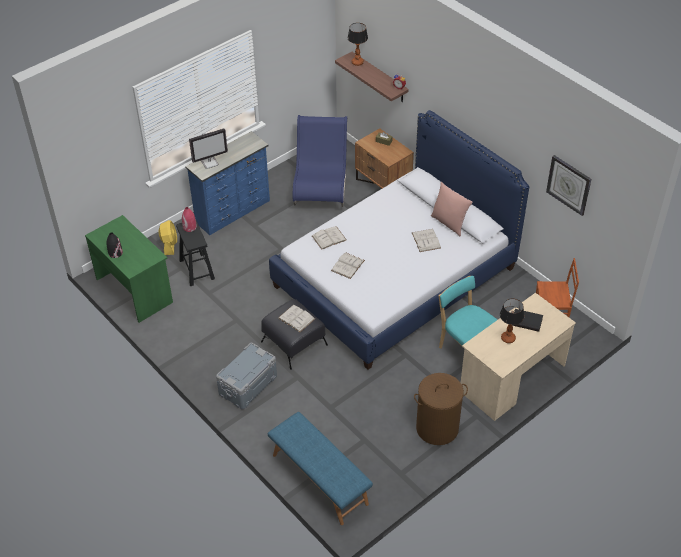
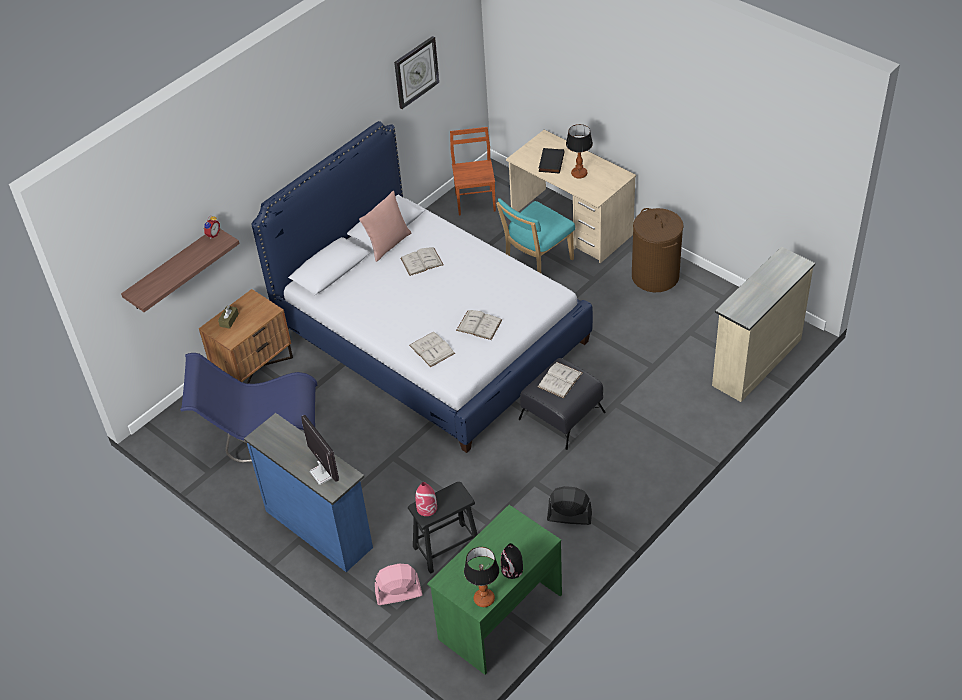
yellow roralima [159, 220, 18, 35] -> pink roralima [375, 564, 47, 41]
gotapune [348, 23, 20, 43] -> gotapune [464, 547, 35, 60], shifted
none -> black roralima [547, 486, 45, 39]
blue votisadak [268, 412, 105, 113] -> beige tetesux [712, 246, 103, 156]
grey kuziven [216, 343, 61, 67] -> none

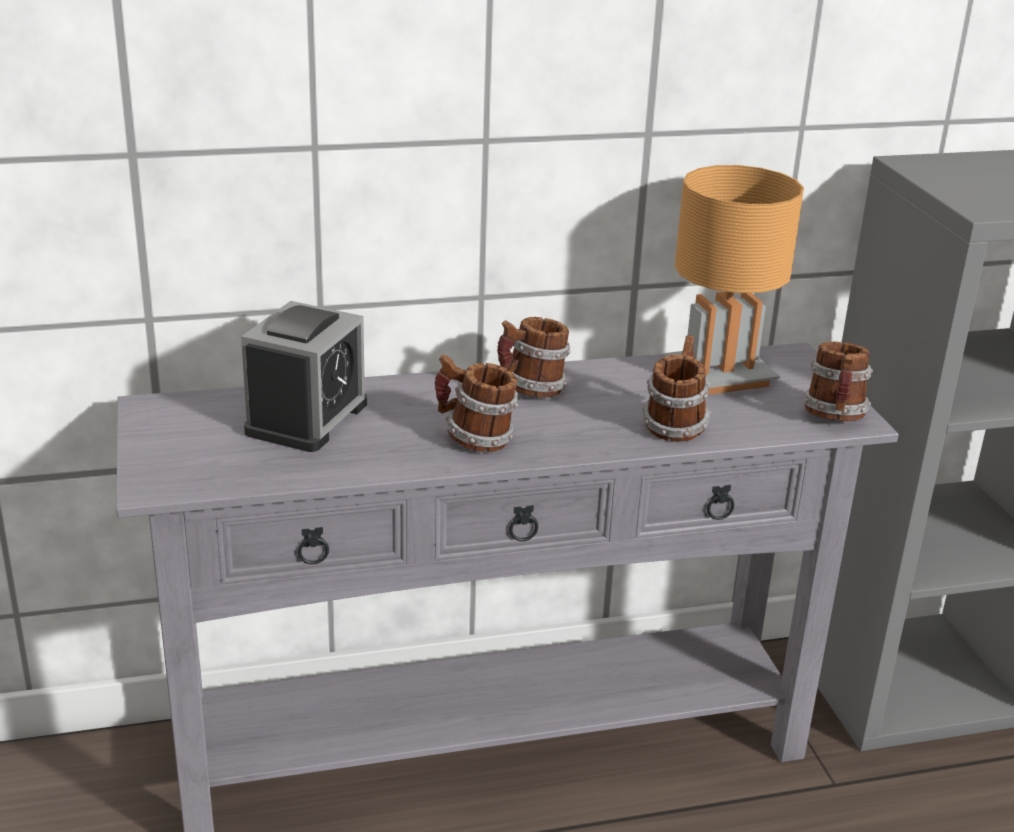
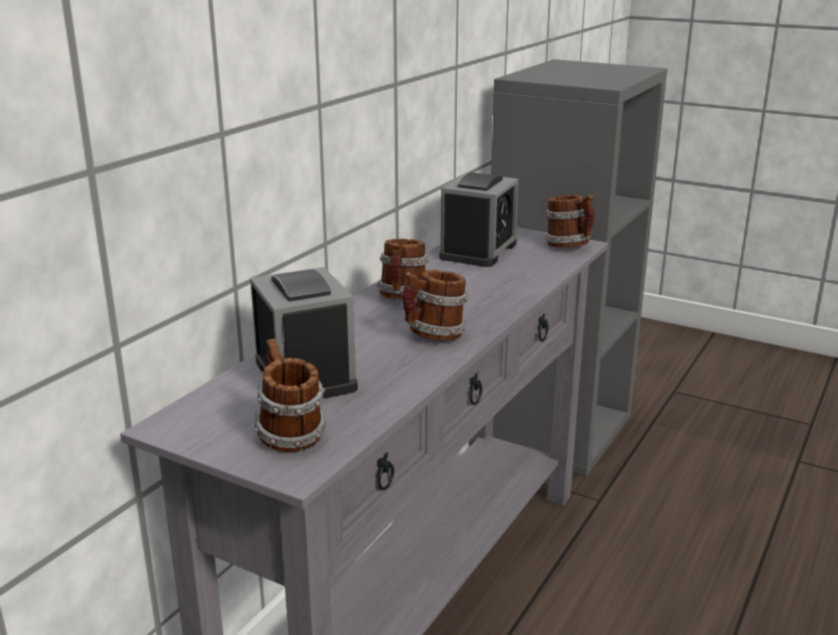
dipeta [642, 335, 69, 107] -> dipeta [255, 339, 72, 113], shifted
brown gotapune [663, 165, 141, 230] -> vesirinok [439, 172, 79, 95]

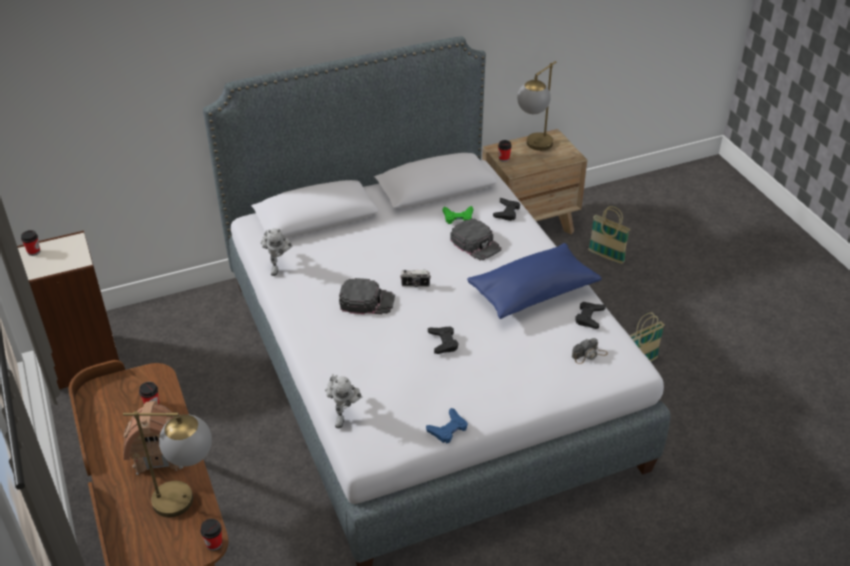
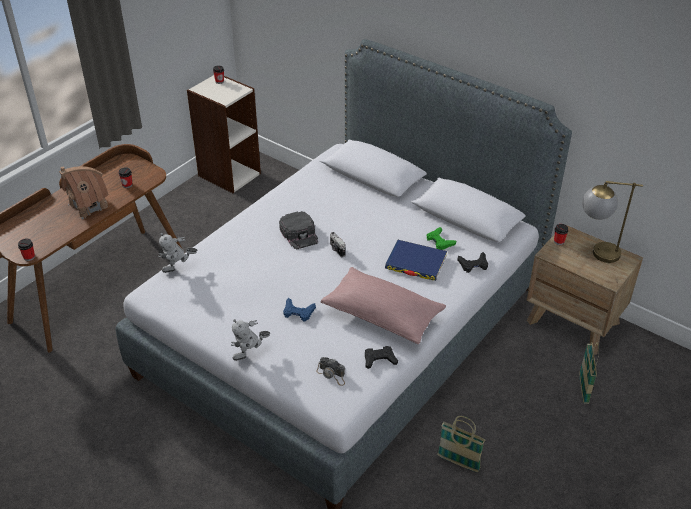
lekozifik [261, 228, 32, 48] -> lekozifik [231, 319, 39, 42], shifted
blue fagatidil [426, 408, 42, 35] -> blue fagatidil [283, 298, 33, 23], shifted
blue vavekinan [467, 243, 134, 76] -> pink vavekinan [320, 267, 126, 78]
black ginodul [450, 218, 51, 43] -> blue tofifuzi [385, 240, 62, 41]
gotapune [123, 411, 89, 106] -> none
black fagatidil [428, 326, 30, 28] -> none

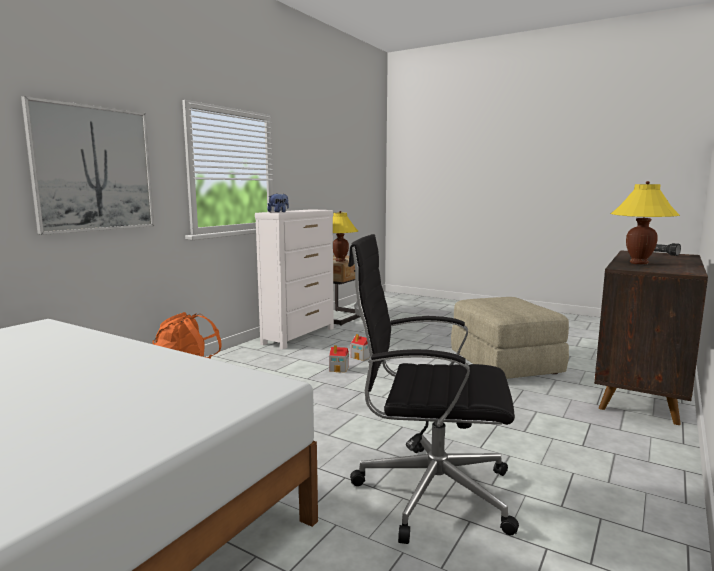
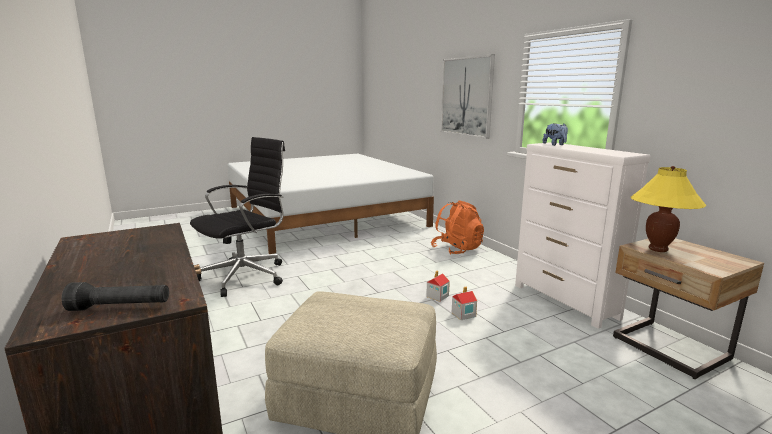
yellow gotapune [611, 181, 69, 84] -> none

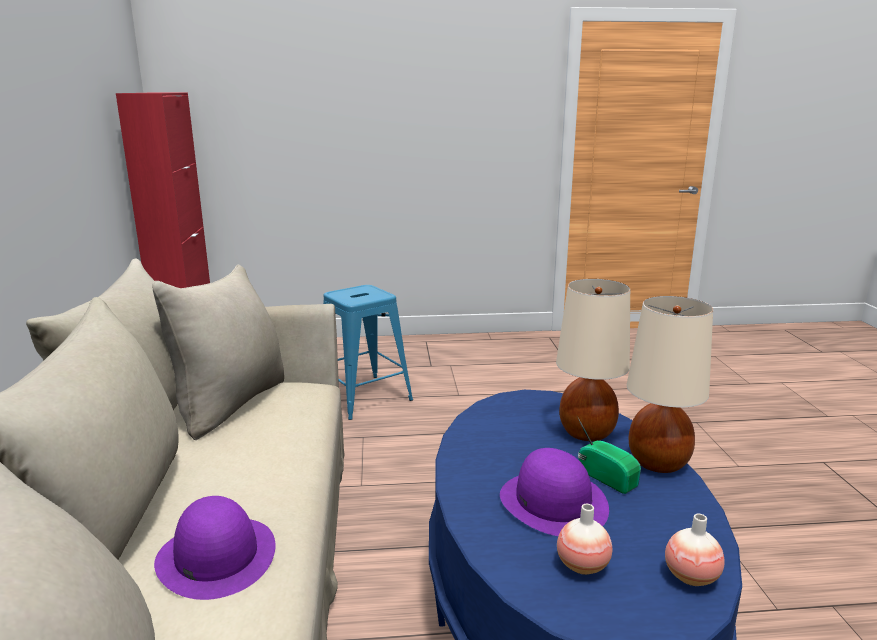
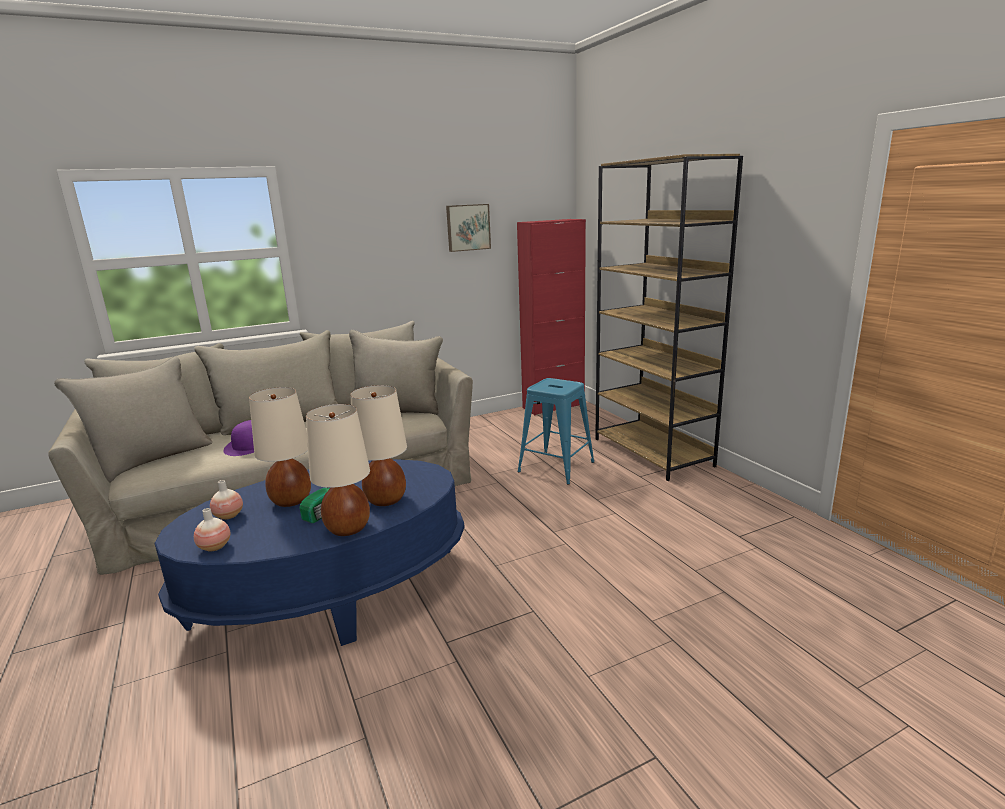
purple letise [500, 448, 109, 88] -> beige gotapune [249, 387, 62, 120]
none -> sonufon [446, 204, 45, 48]
none -> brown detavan [595, 154, 148, 327]

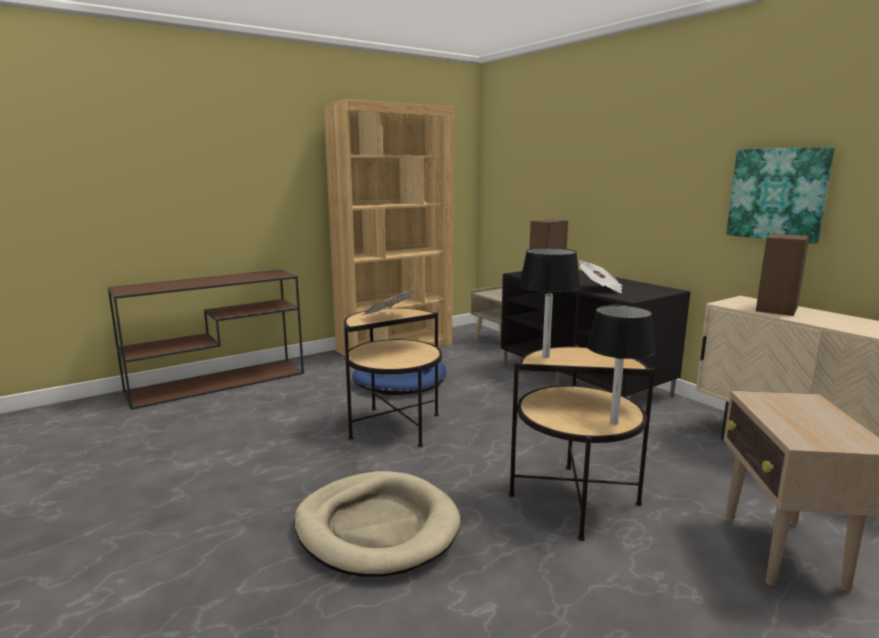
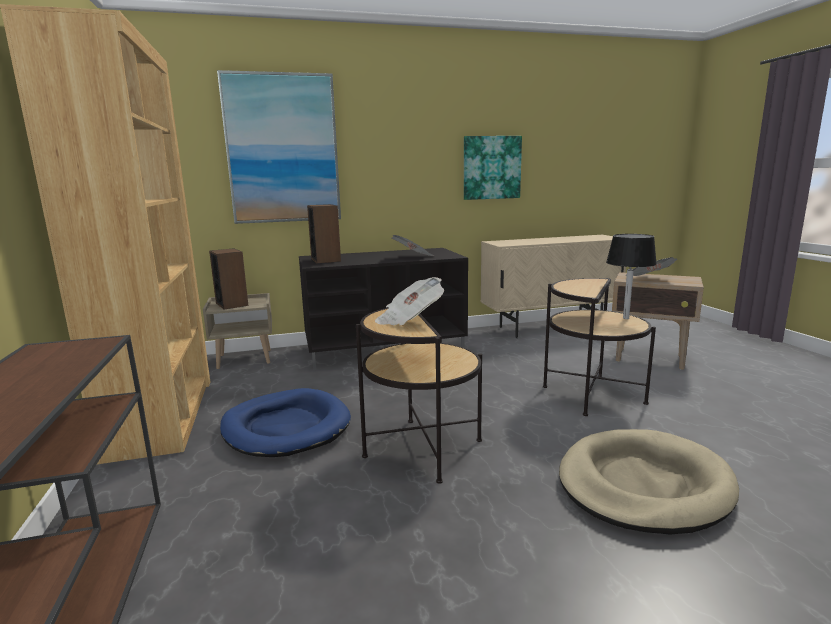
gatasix [756, 234, 54, 82] -> gatasix [209, 248, 39, 61], shifted
none -> sonufon [217, 70, 124, 154]
none -> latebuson [625, 257, 52, 19]
black gotapune [519, 248, 62, 110] -> none

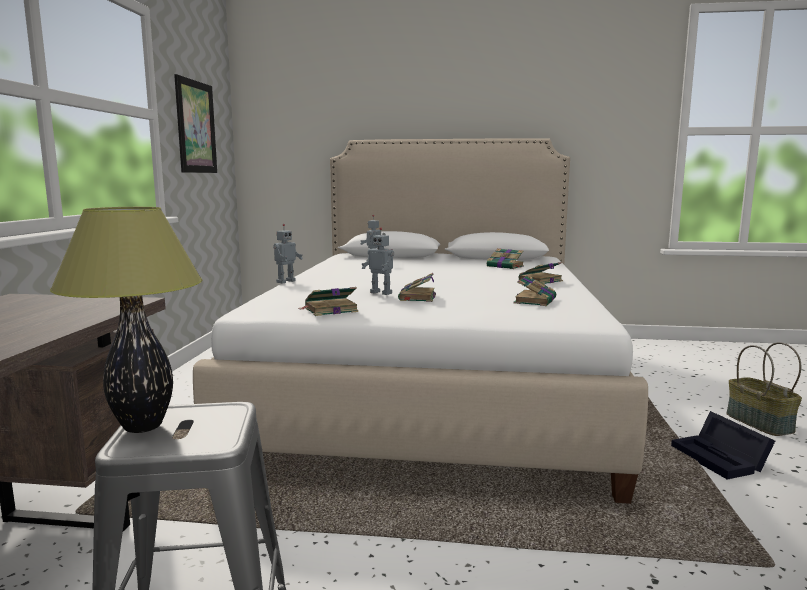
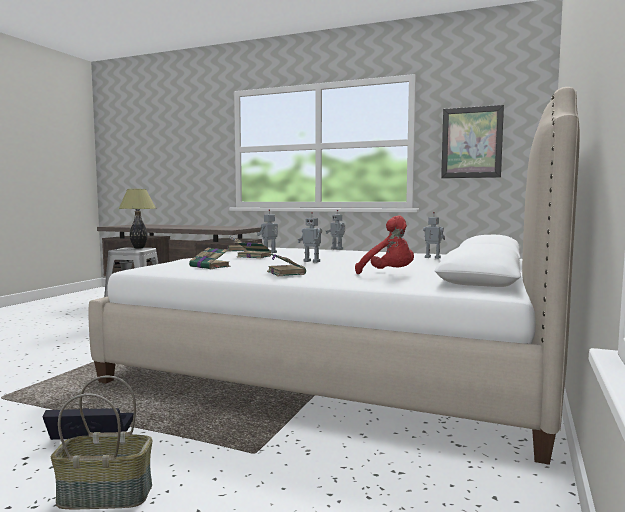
none -> lekozifik [298, 212, 24, 51]
tofifuzi [487, 248, 37, 21] -> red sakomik [355, 215, 59, 59]

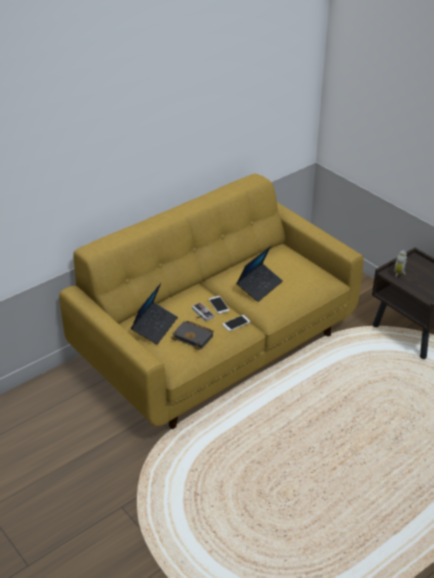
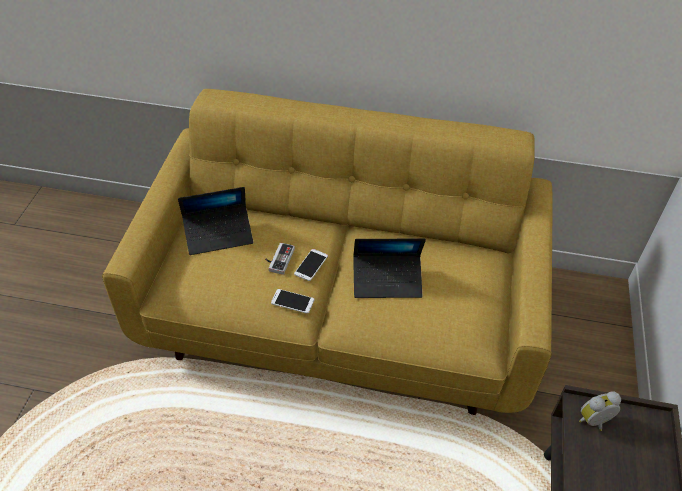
black tofifuzi [172, 321, 42, 29] -> none

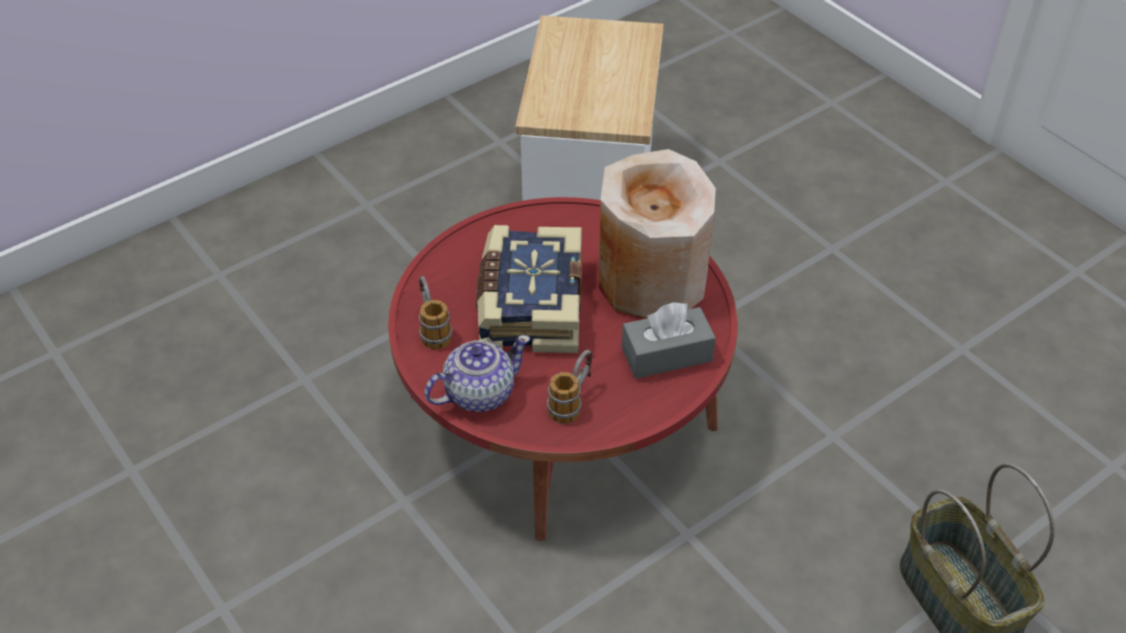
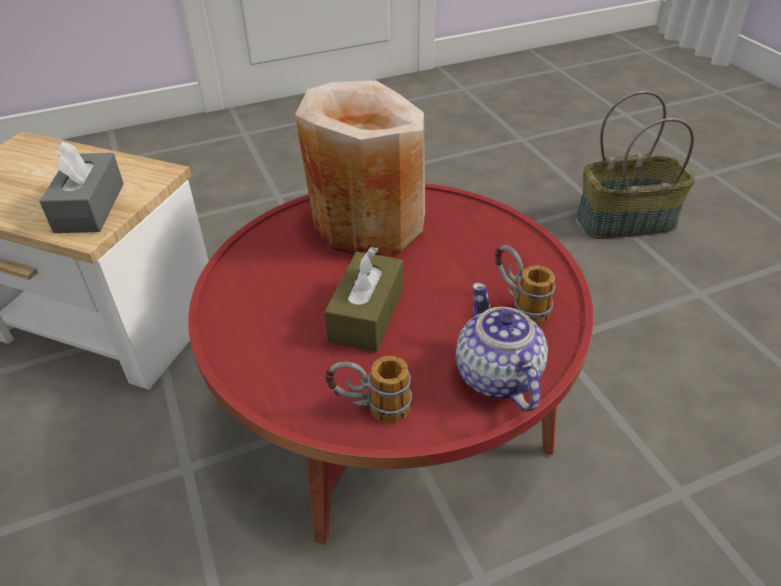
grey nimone [621, 302, 95, 77] -> grey nimone [39, 141, 85, 92], shifted
tofifuzi [476, 225, 106, 128] -> brown nimone [324, 246, 79, 106]

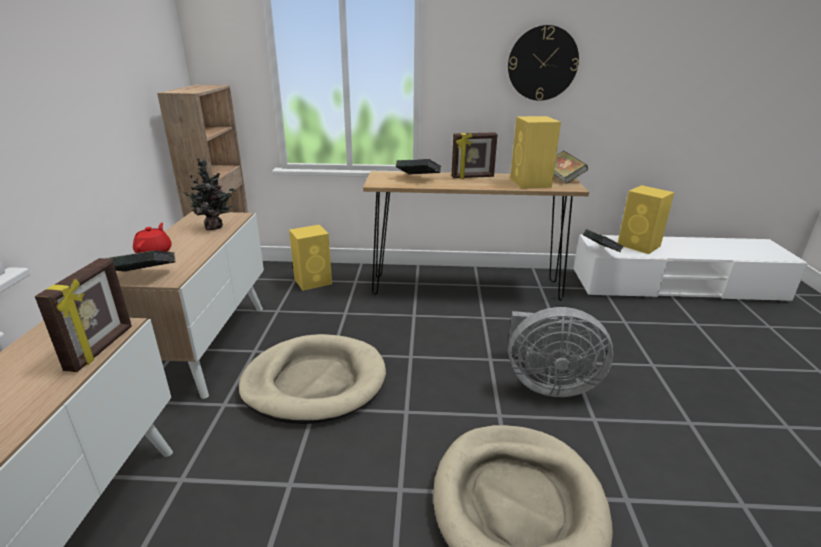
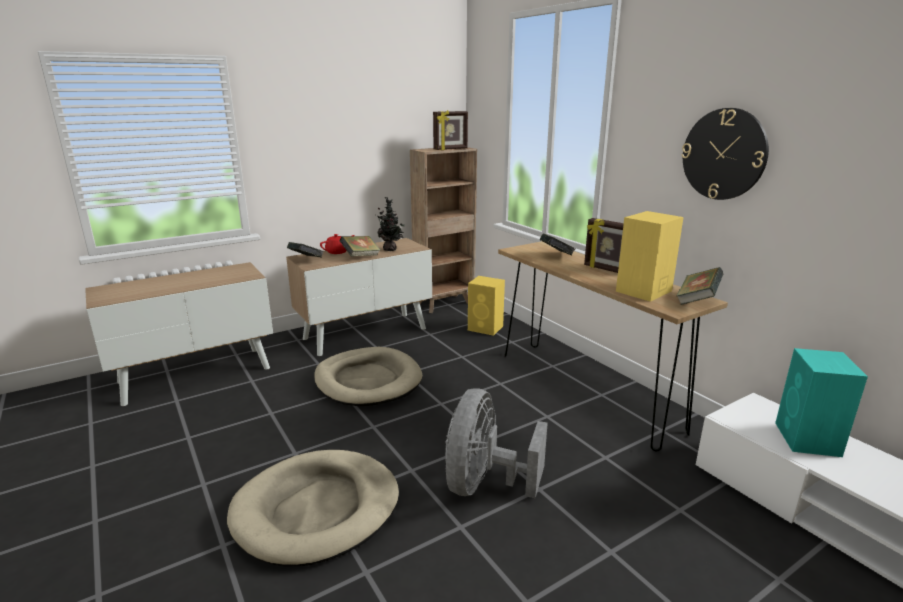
tofifuzi [583, 229, 41, 23] -> tofifuzi [340, 236, 40, 20], shifted
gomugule [35, 258, 97, 114] -> gomugule [433, 110, 35, 40], shifted
grey roralima [508, 307, 105, 90] -> grey roralima [445, 388, 103, 110], 45 degrees clockwise
yellow gatasix [618, 185, 56, 69] -> turquoise gatasix [775, 348, 93, 109]

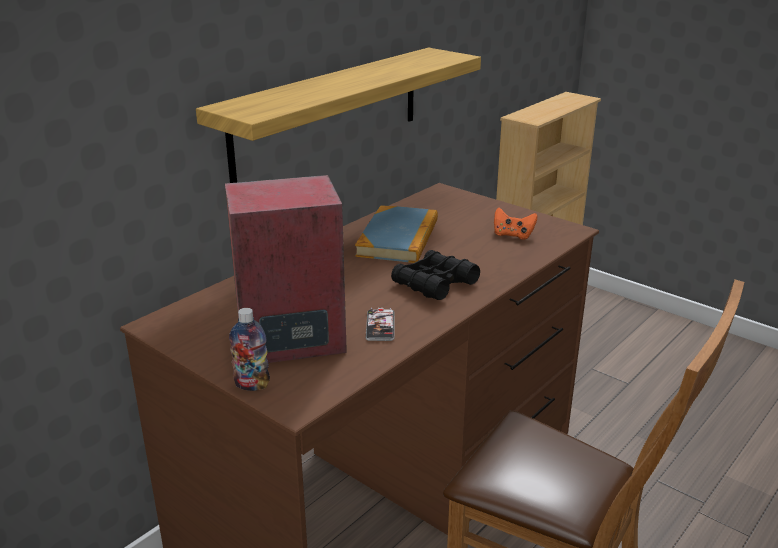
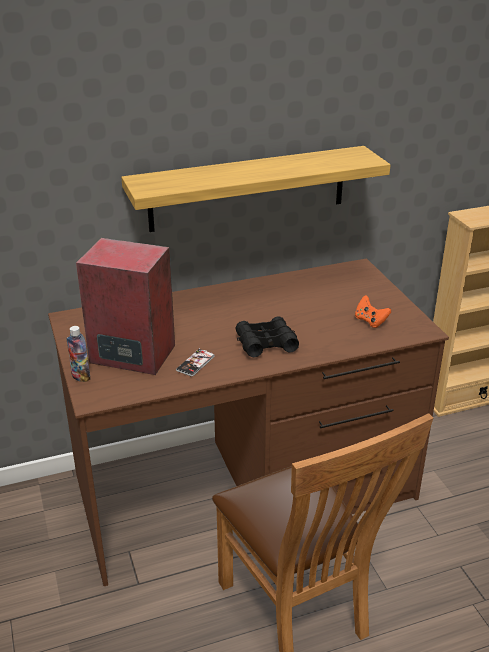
tofifuzi [355, 205, 83, 58] -> none

